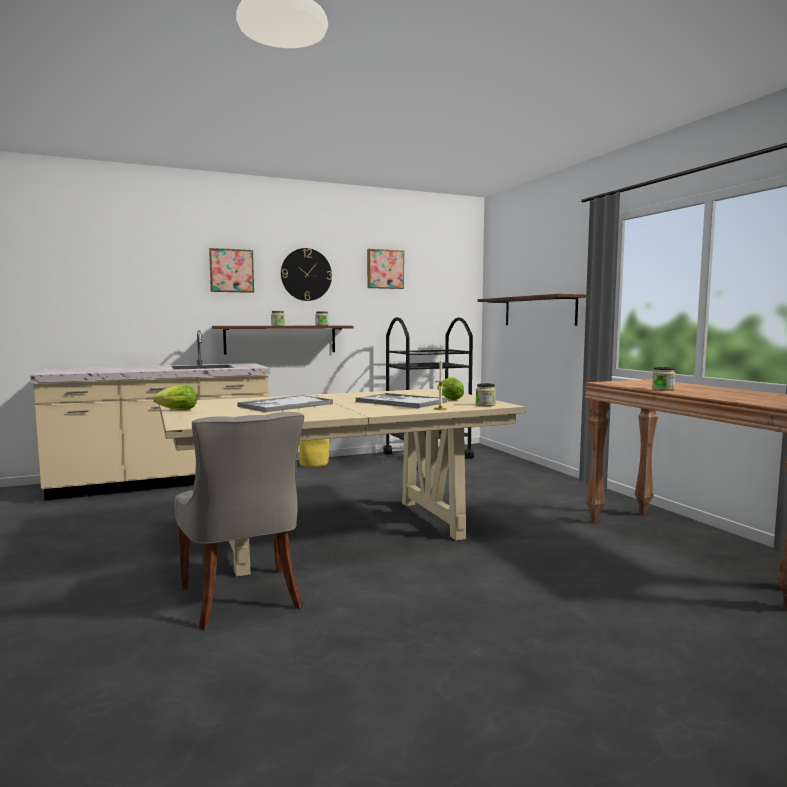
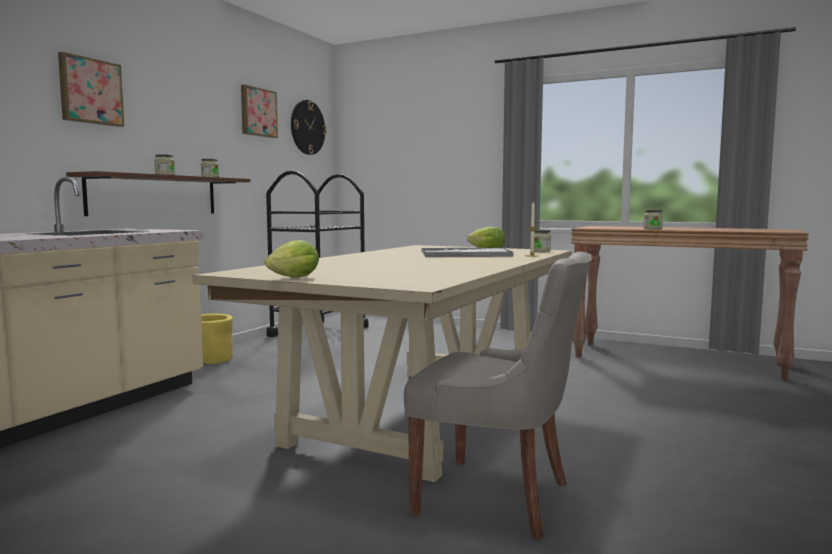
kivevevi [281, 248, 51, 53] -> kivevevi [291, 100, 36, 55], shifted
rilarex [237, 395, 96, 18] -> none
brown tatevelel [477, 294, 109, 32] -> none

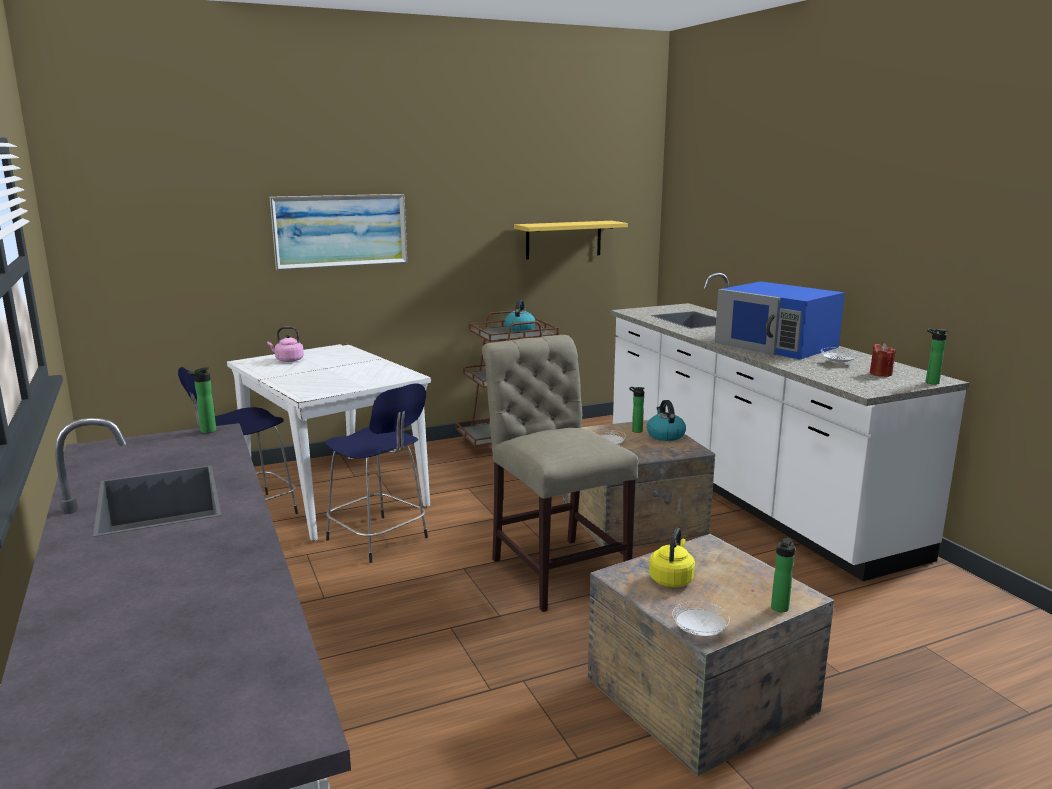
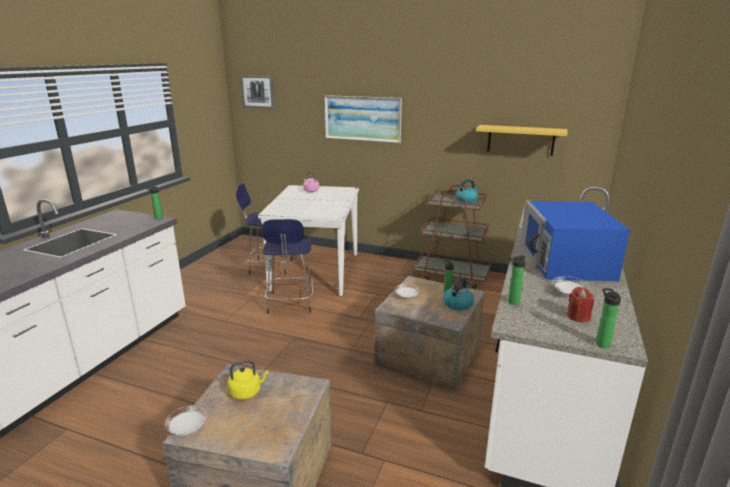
none -> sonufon [240, 75, 35, 34]
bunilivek [771, 538, 24, 74] -> bunilivek [508, 255, 18, 50], shifted
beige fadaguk [482, 335, 156, 277] -> none

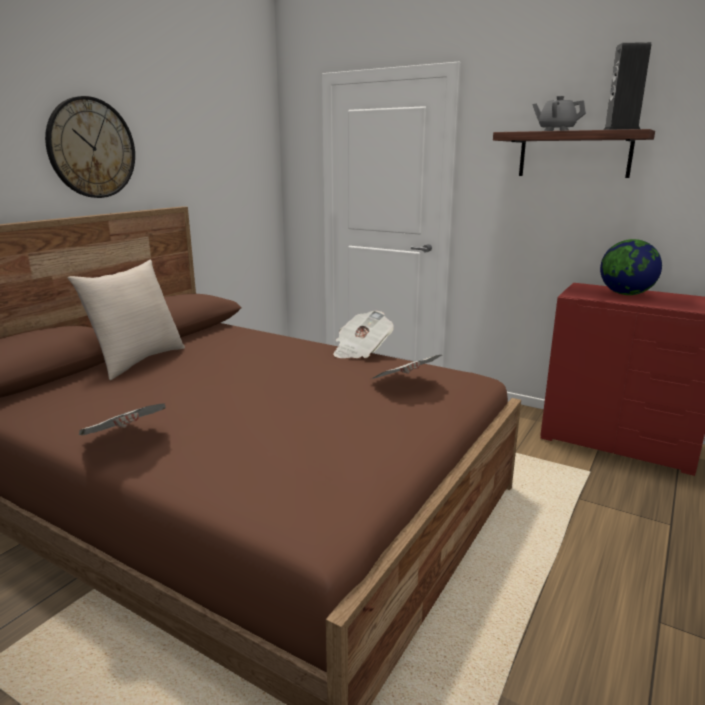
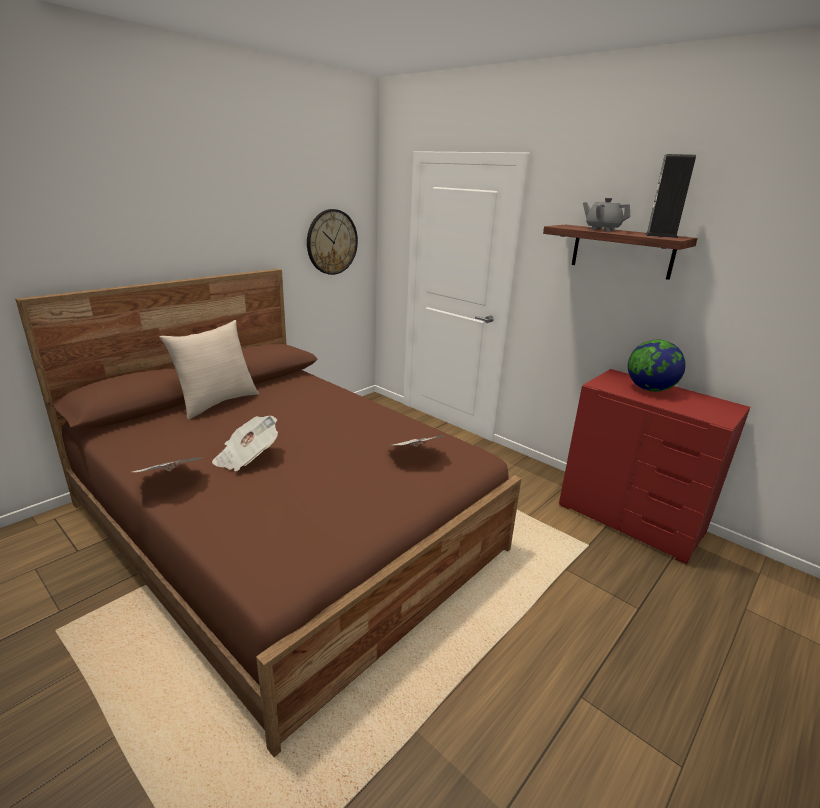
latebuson [333, 311, 61, 47] -> latebuson [212, 416, 66, 55], shifted
kivevevi [45, 96, 90, 102] -> kivevevi [307, 209, 51, 66], shifted

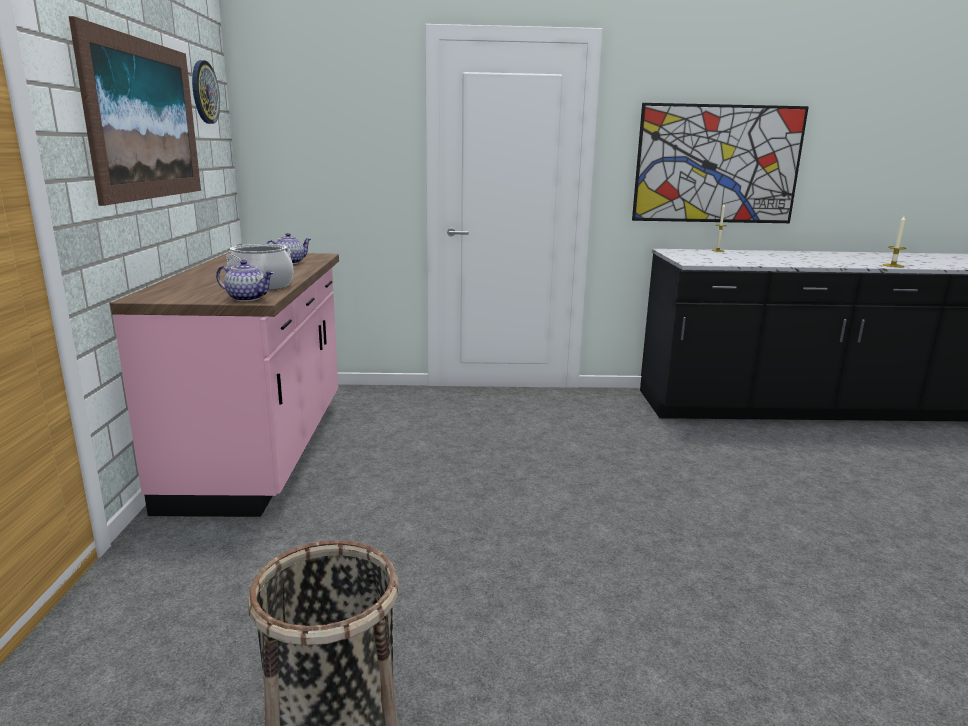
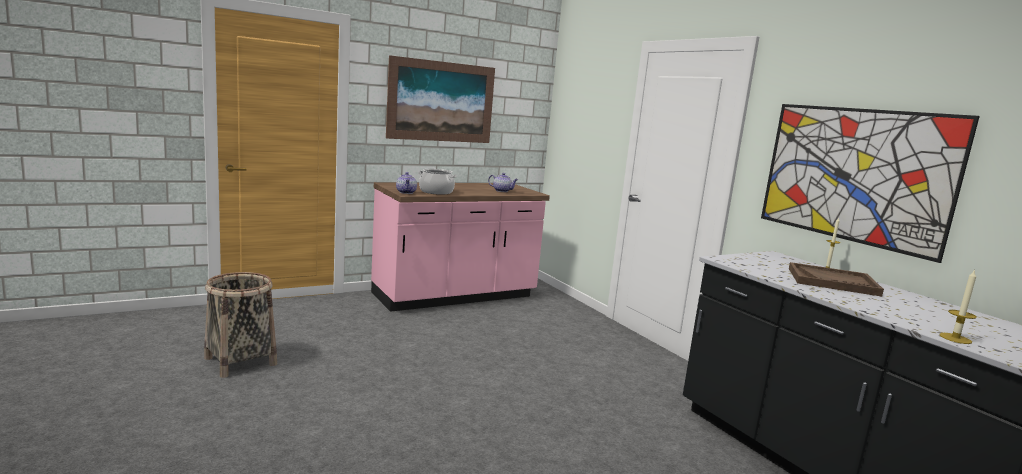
none -> brown rilarex [789, 262, 95, 35]
kivevevi [192, 60, 28, 64] -> none

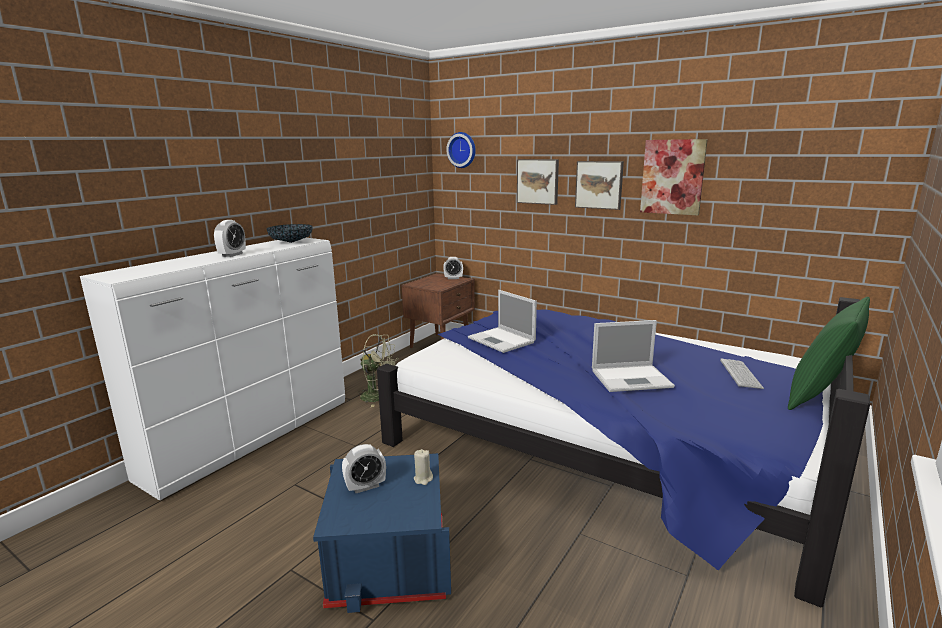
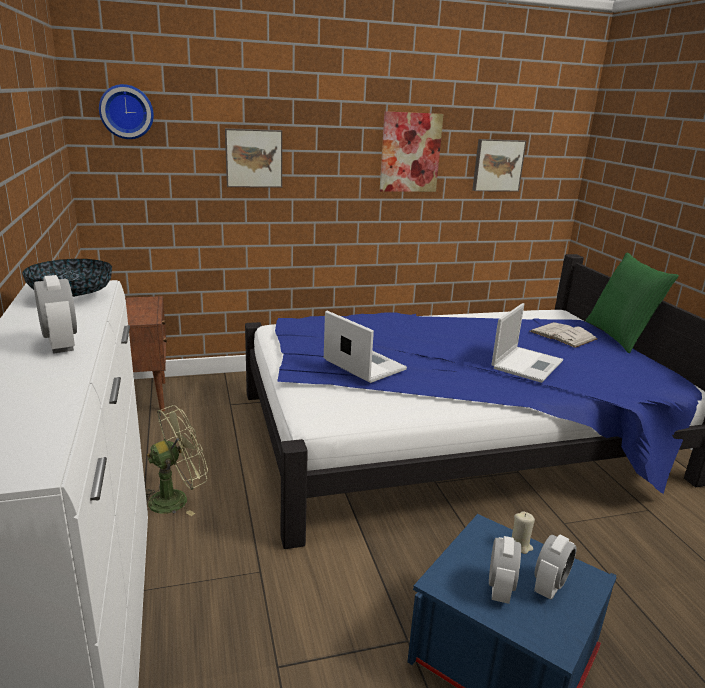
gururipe [468, 290, 69, 63] -> gururipe [324, 311, 83, 72], 135 degrees counterclockwise
sonufon [575, 161, 49, 49] -> sonufon [472, 139, 54, 53], shifted
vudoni [720, 359, 44, 30] -> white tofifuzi [530, 322, 67, 26]
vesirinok [443, 257, 20, 22] -> vesirinok [534, 535, 43, 65], shifted

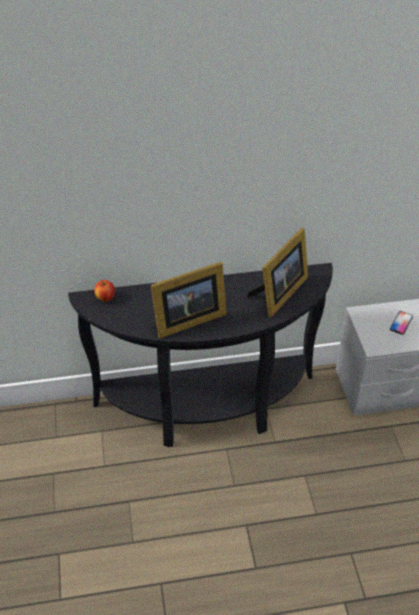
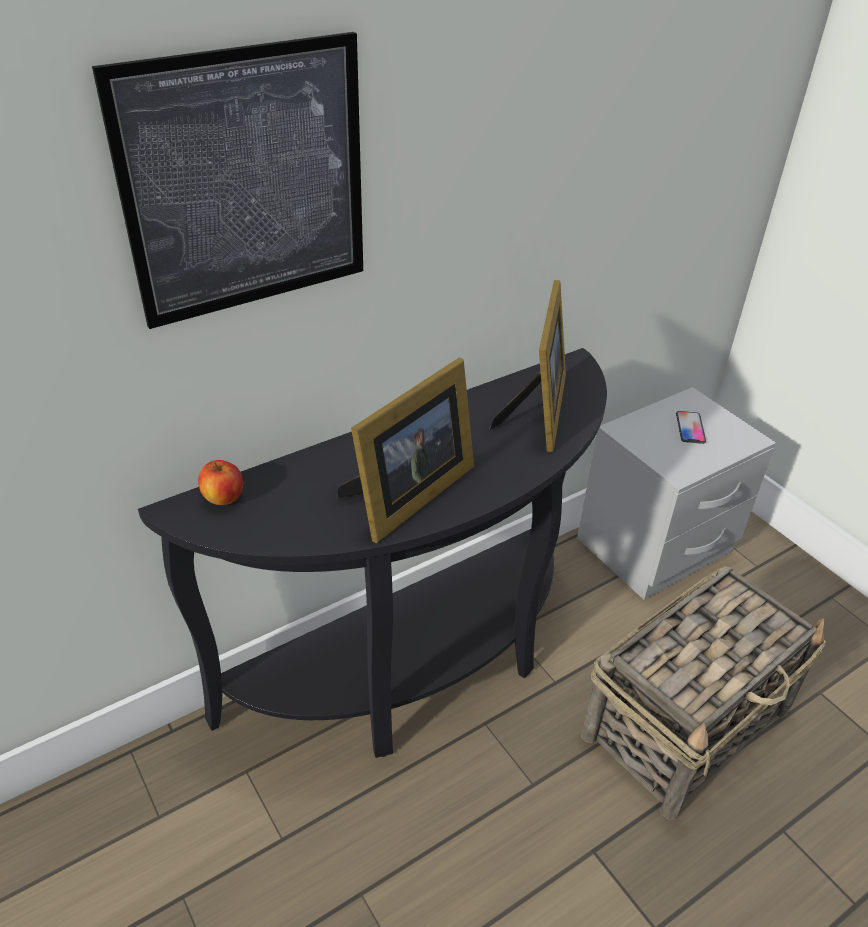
none -> sonufon [92, 32, 271, 297]
none -> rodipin [581, 566, 245, 254]

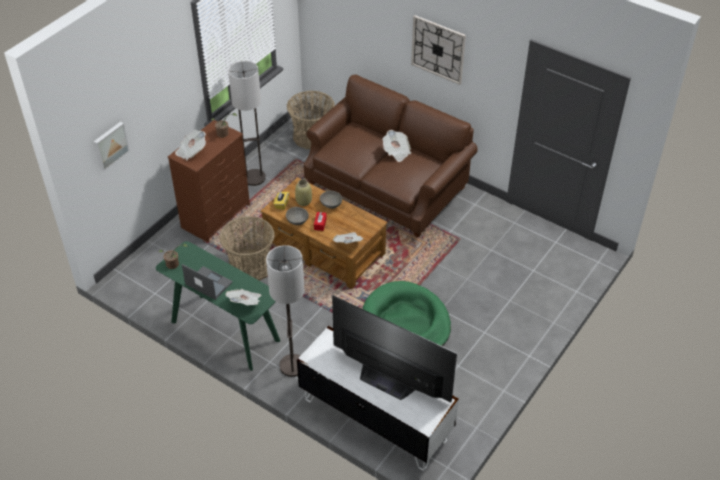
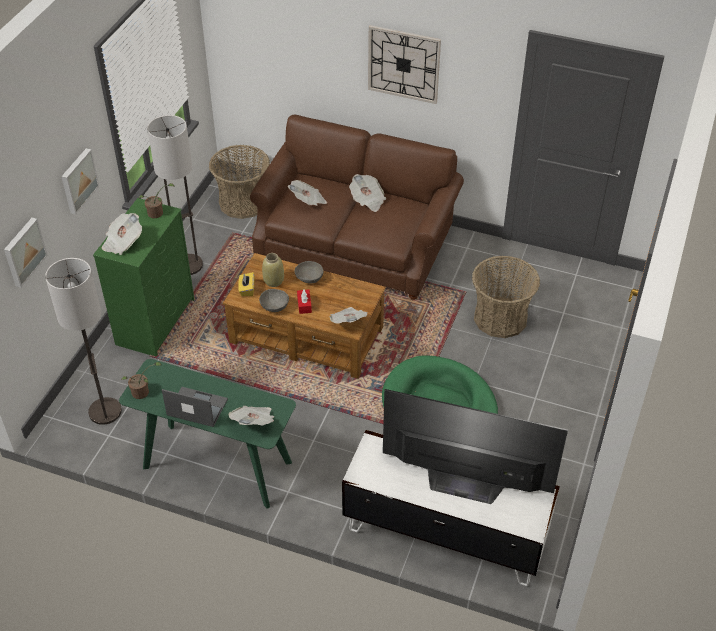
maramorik [266, 245, 38, 132] -> maramorik [45, 258, 77, 167], shifted
none -> sonufon [61, 148, 38, 67]
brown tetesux [168, 120, 82, 122] -> green tetesux [93, 198, 102, 158]
none -> latebuson [288, 180, 39, 26]
rodipin [219, 216, 56, 65] -> rodipin [472, 256, 68, 82], shifted

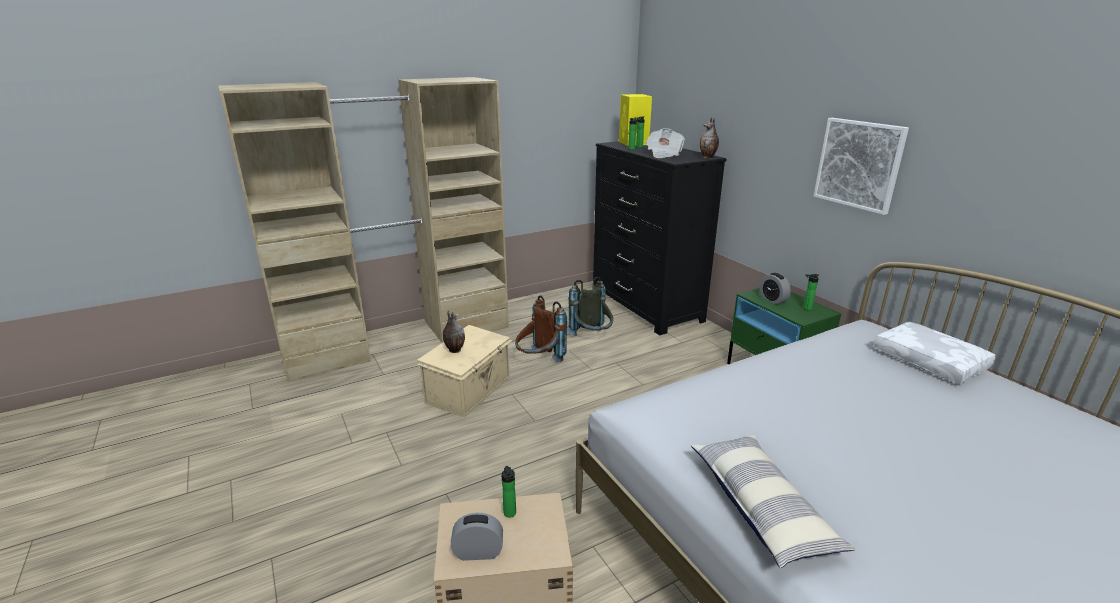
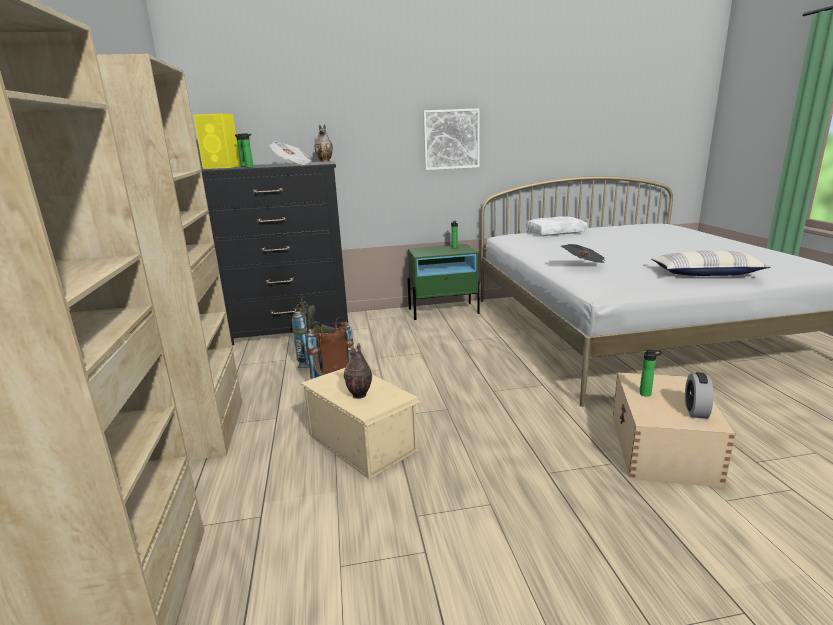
none -> latebuson [561, 244, 45, 19]
vesirinok [760, 273, 31, 32] -> none

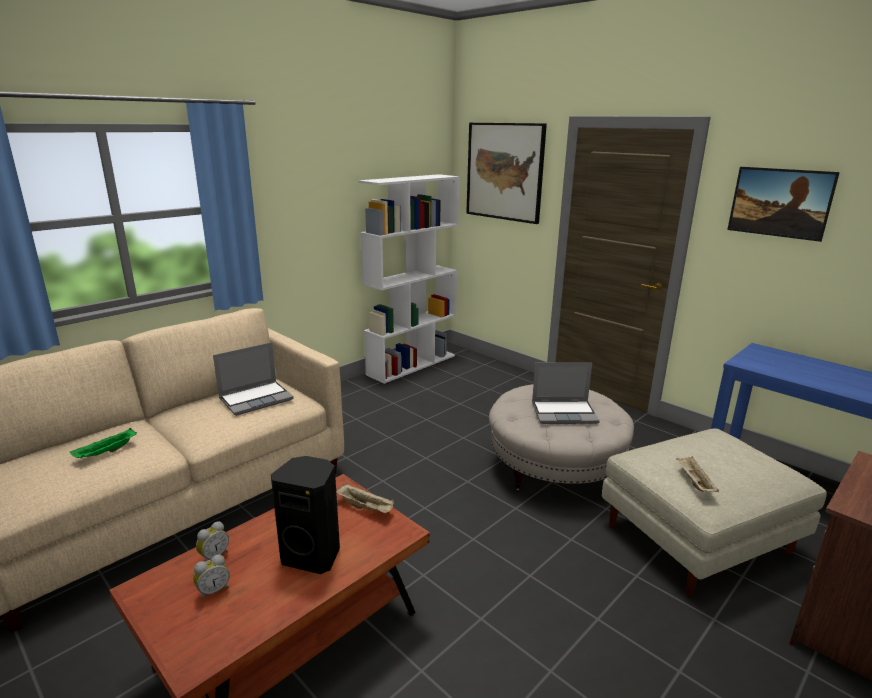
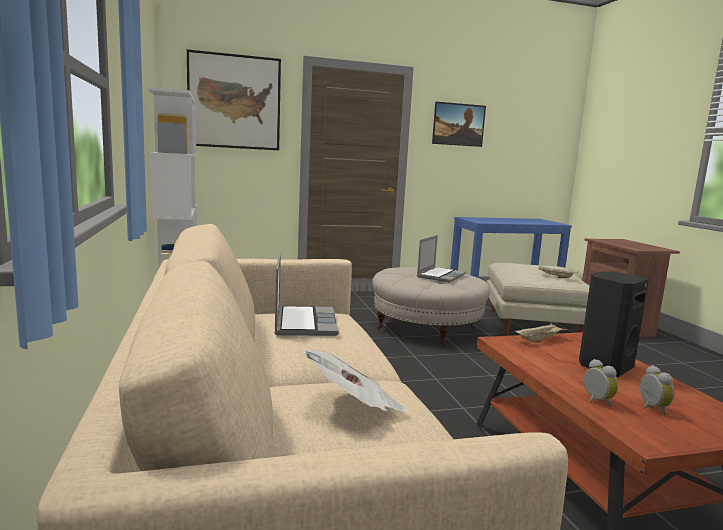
green rilarex [70, 428, 67, 30] -> latebuson [300, 350, 110, 62]

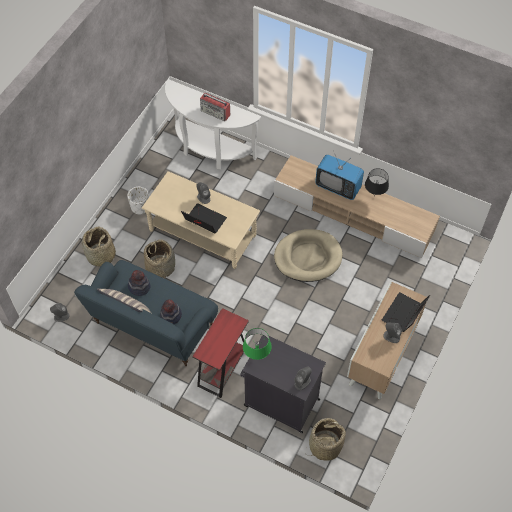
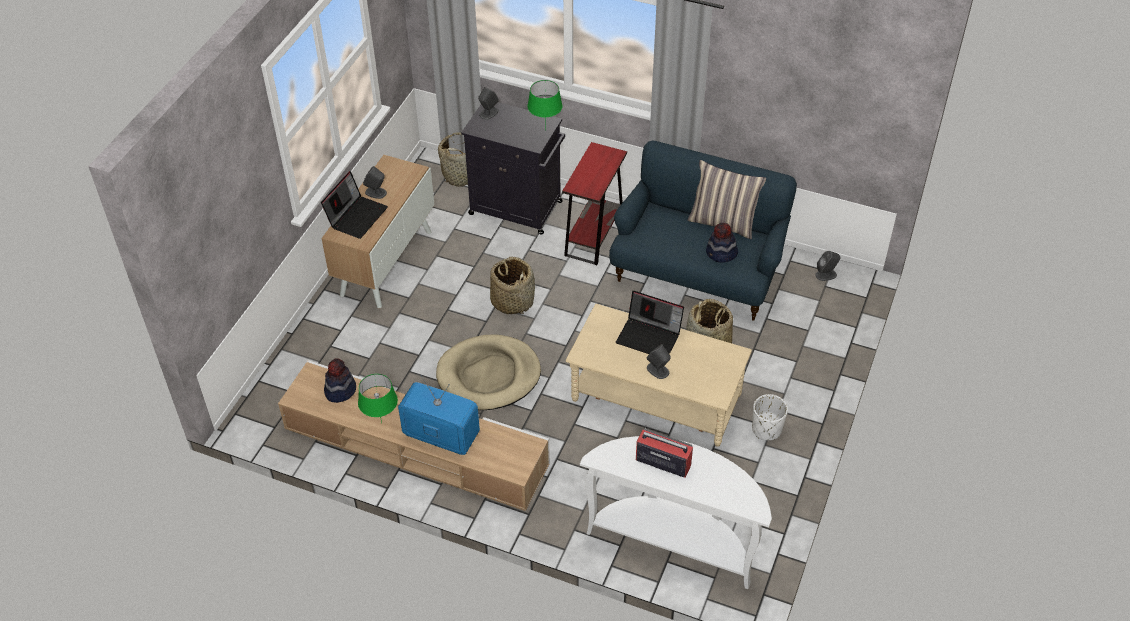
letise [160, 299, 22, 25] -> letise [324, 359, 32, 44], shifted
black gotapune [365, 168, 24, 30] -> green gotapune [358, 374, 40, 49]
rodipin [82, 227, 34, 40] -> rodipin [490, 257, 45, 57], shifted

